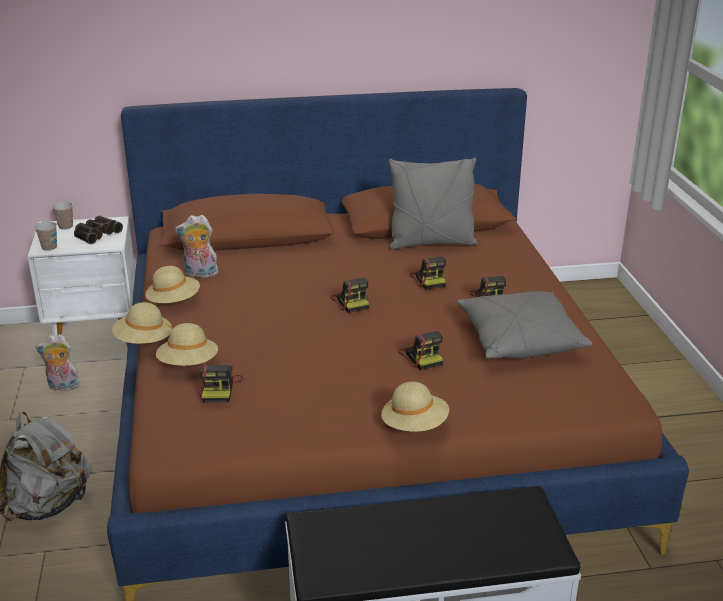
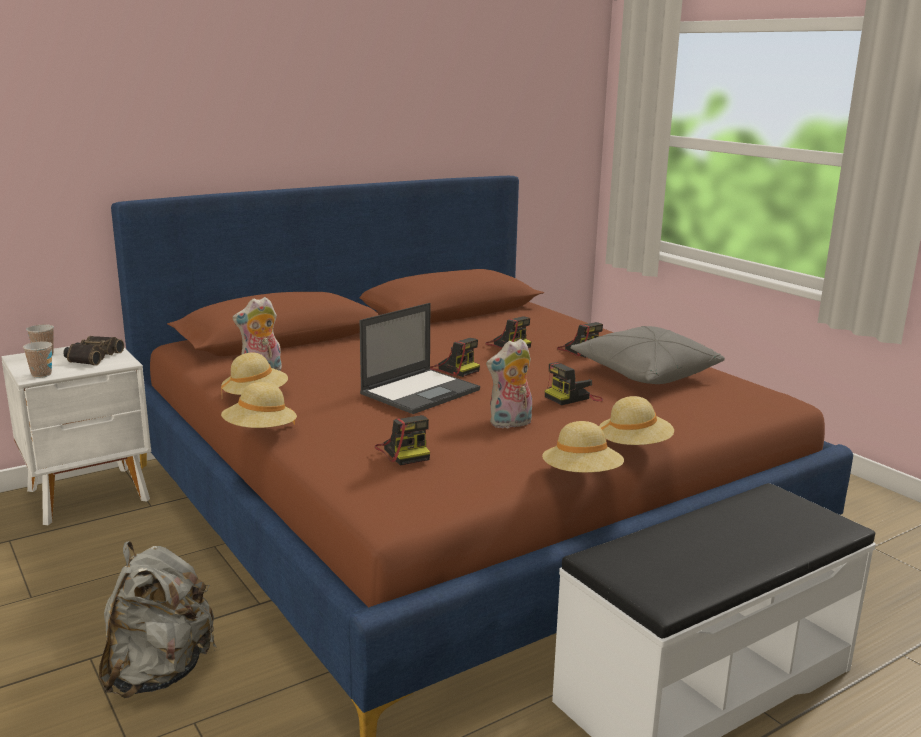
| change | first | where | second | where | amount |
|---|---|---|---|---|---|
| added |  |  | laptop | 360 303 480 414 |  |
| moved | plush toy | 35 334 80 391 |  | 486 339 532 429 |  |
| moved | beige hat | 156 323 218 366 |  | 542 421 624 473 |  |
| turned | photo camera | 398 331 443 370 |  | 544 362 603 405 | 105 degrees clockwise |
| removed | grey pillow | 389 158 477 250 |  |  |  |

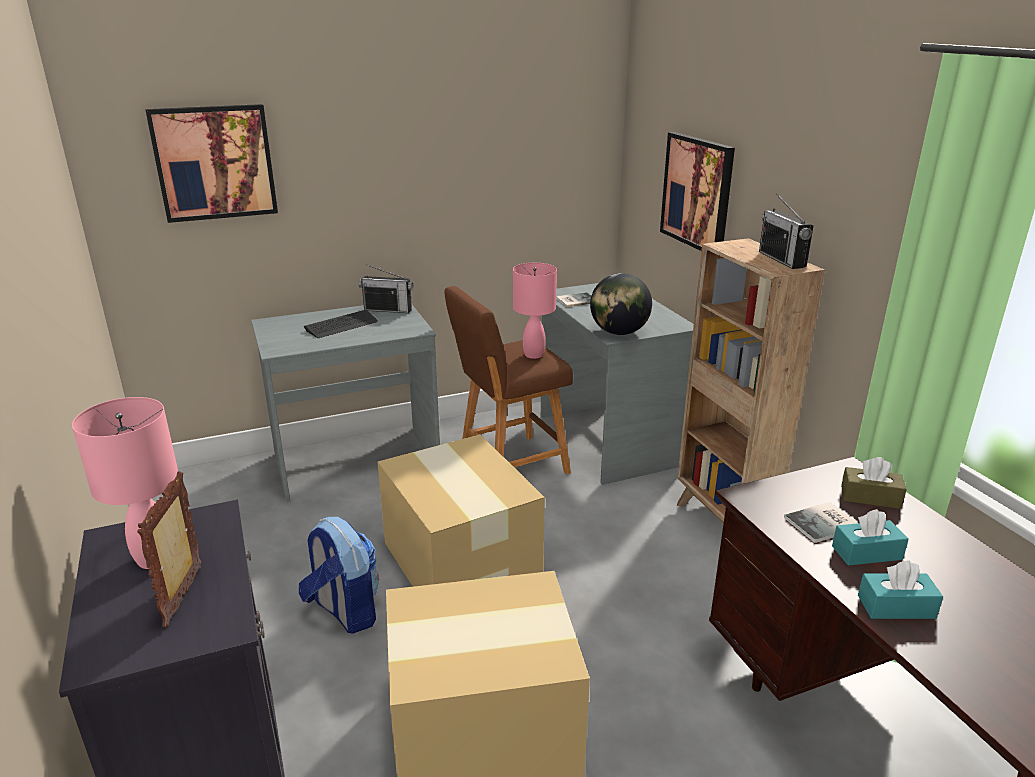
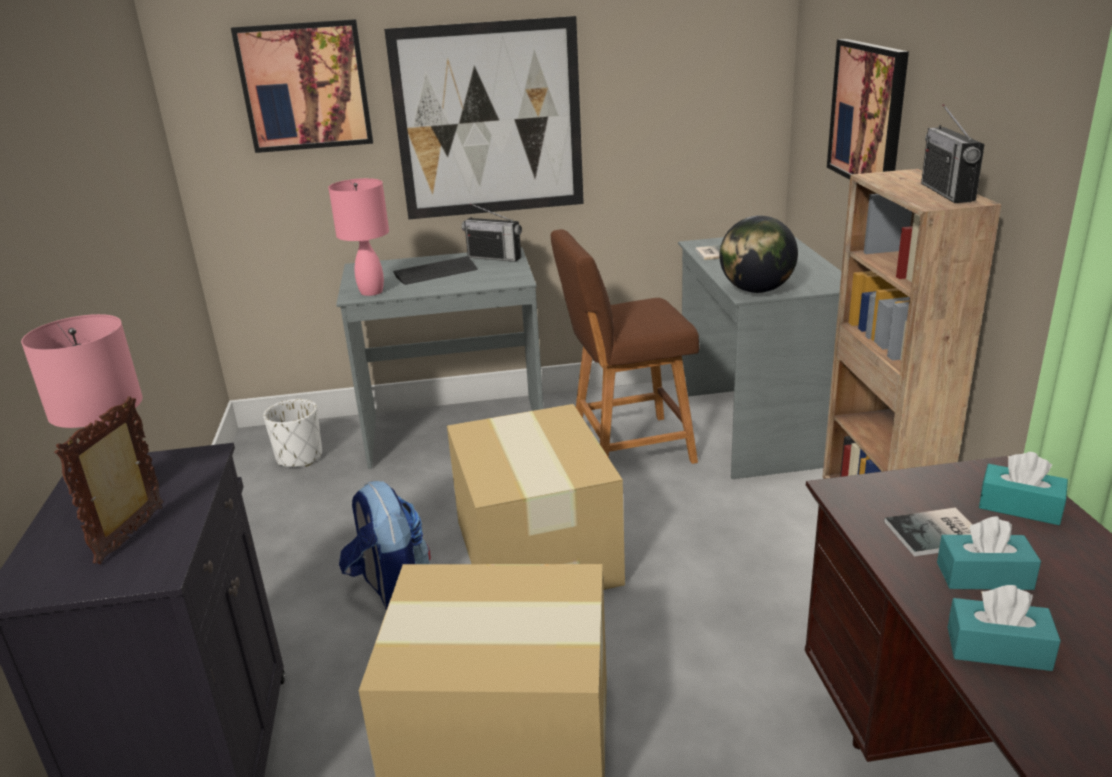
| change | first | where | second | where | amount |
|---|---|---|---|---|---|
| added |  |  | white planter | 263 399 322 467 |  |
| moved | pink table lamp | 513 263 557 359 |  | 328 178 389 296 |  |
| added |  |  | picture | 384 16 584 220 |  |
| recoloured | brown tissue box | 841 457 907 509 | turquoise tissue box | 979 452 1068 525 |  |

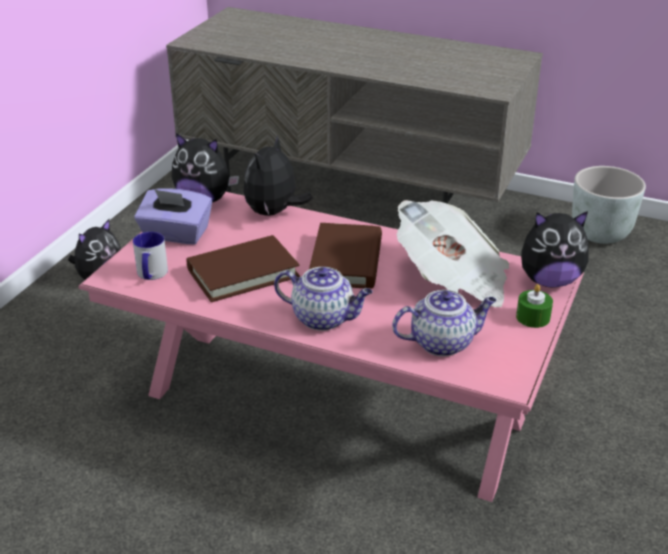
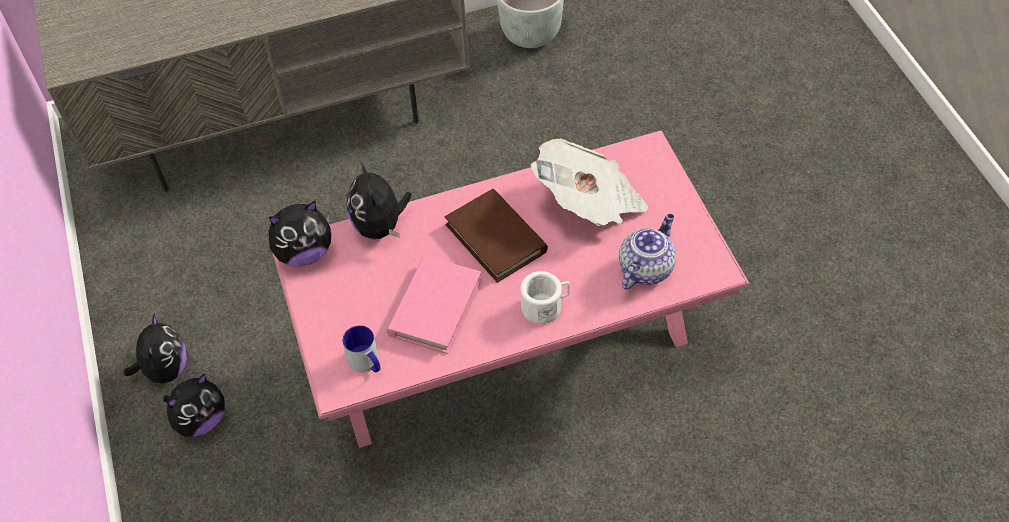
| change | first | where | second | where | amount |
|---|---|---|---|---|---|
| moved | plush toy | 521 211 589 288 |  | 163 374 225 437 |  |
| recoloured | brown book | 187 235 300 302 | pink book | 387 256 482 354 |  |
| replaced | teapot | 274 267 373 331 | white mug | 520 271 570 324 |  |
| removed | purple tissue box | 134 188 212 244 |  |  |  |
| removed | green candle | 516 284 553 328 |  |  |  |

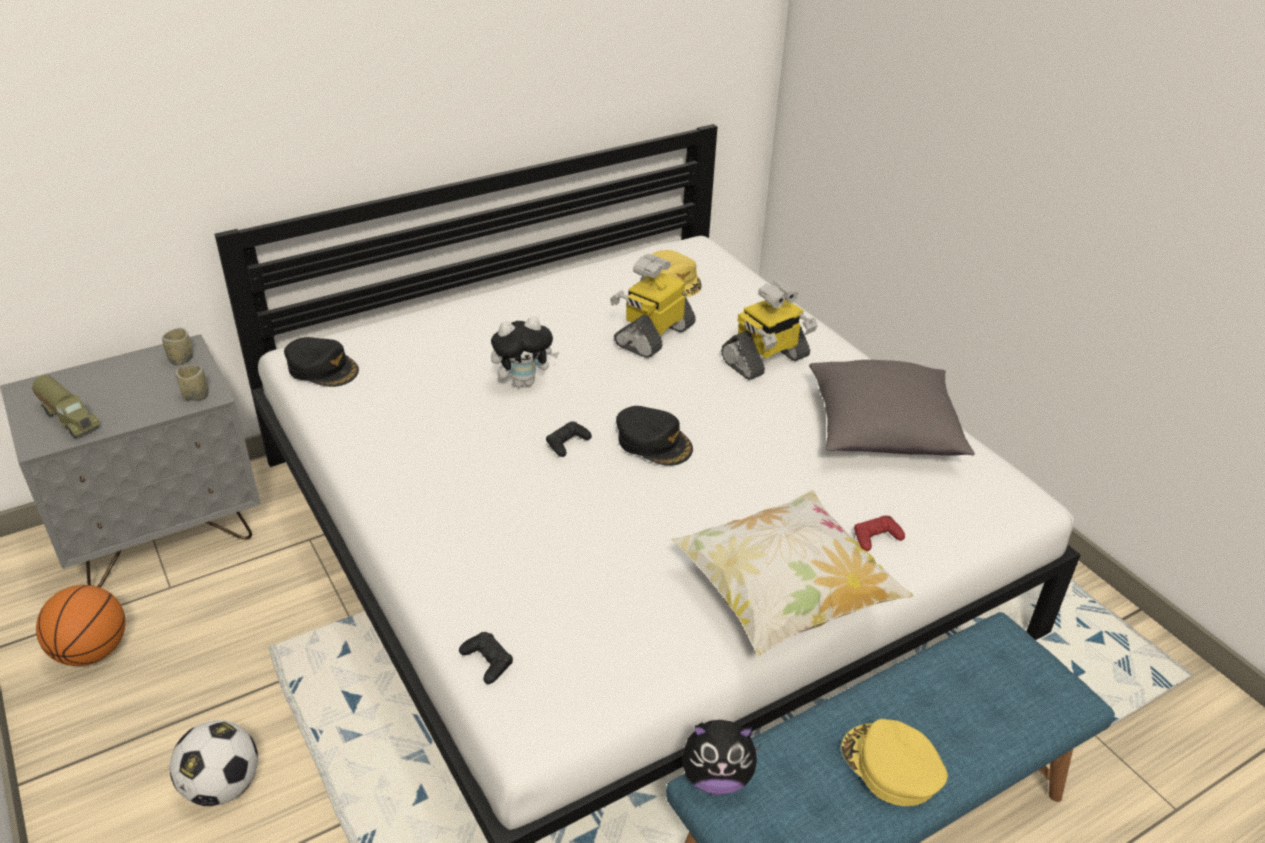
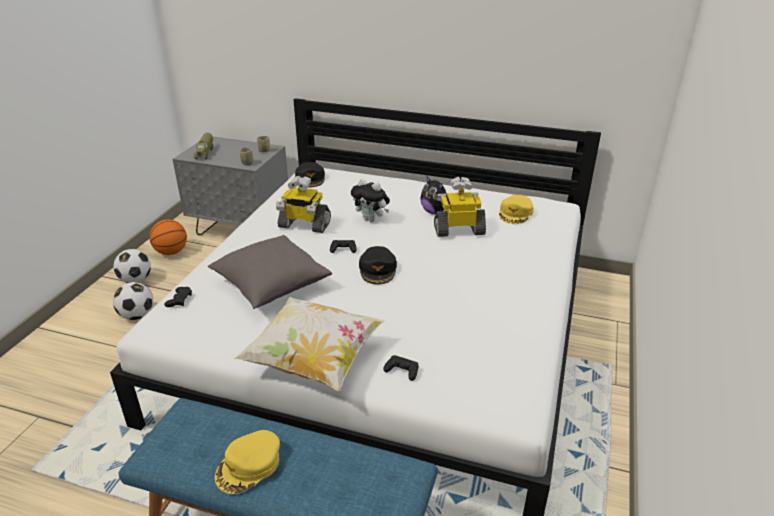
| change | first | where | second | where | amount |
|---|---|---|---|---|---|
| added |  |  | football | 113 249 151 283 |  |
| moved | grey pillow | 809 360 975 456 |  | 208 235 332 309 |  |
| turned | yellow cap | 841 719 948 806 |  | 215 430 280 494 | 150 degrees counterclockwise |
| moved | toy robot | 721 281 817 380 |  | 276 176 331 233 |  |
| recoloured | red game controller | 854 516 905 551 | black game controller | 383 355 419 381 |  |
| moved | plush toy | 682 720 760 795 |  | 420 176 447 214 |  |

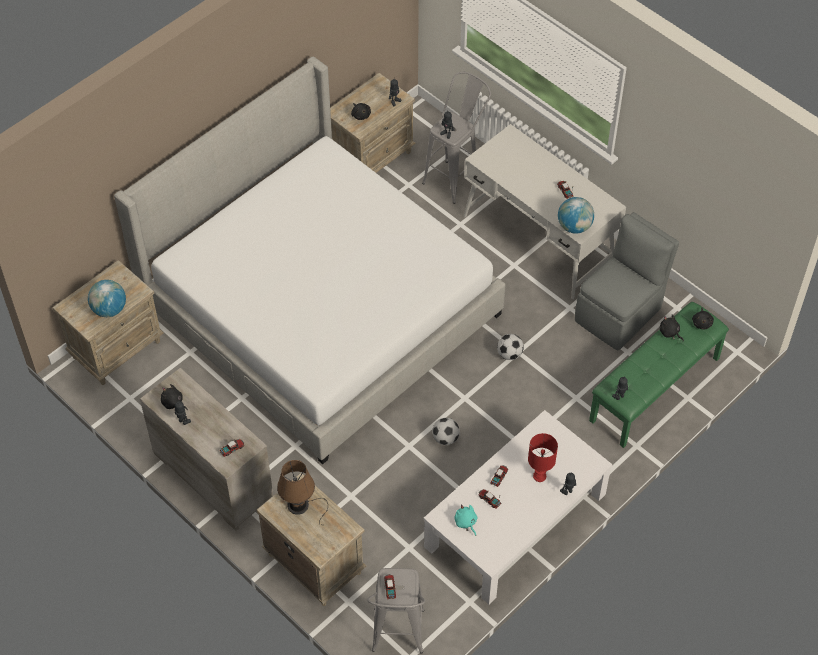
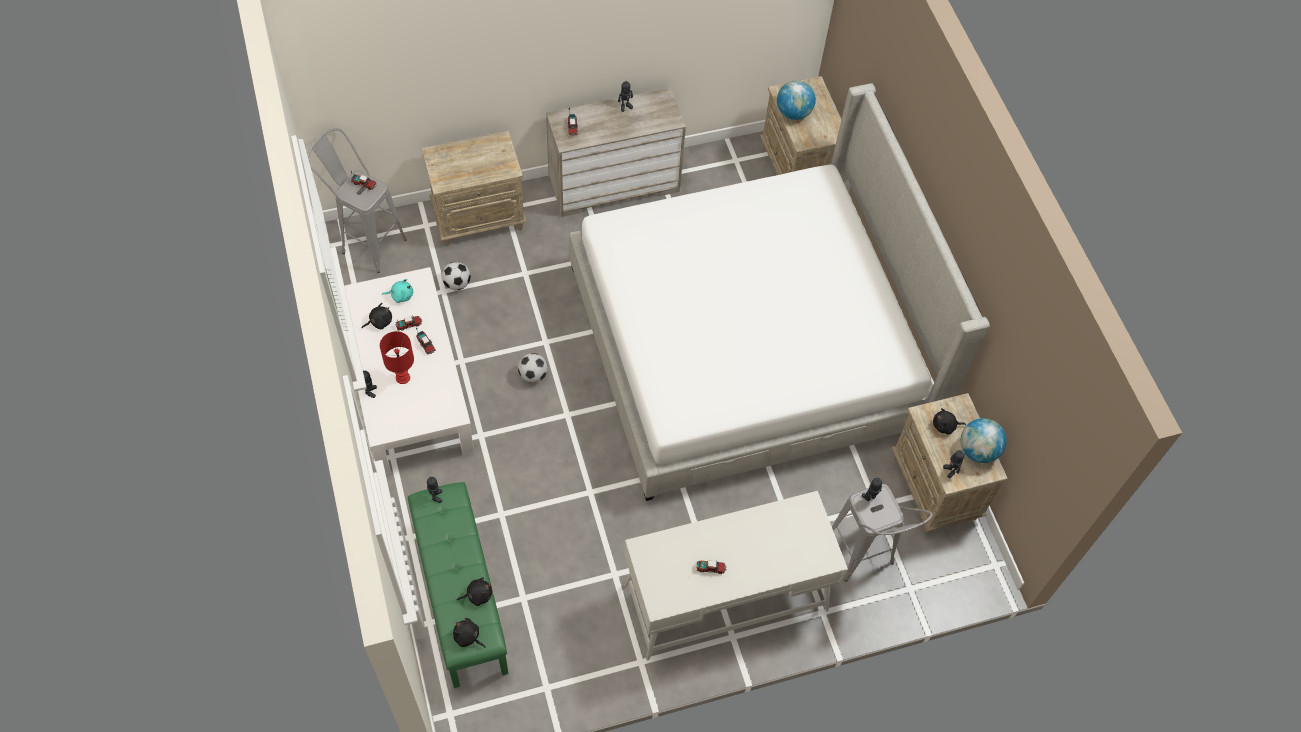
| change | first | where | second | where | amount |
|---|---|---|---|---|---|
| moved | black plush toy | 161 384 188 410 |  | 362 303 392 329 |  |
| moved | football | 497 334 524 360 |  | 442 262 471 290 |  |
| moved | globe | 558 197 594 234 |  | 961 418 1007 463 |  |
| removed | brown table lamp | 277 460 328 525 |  |  |  |
| removed | grey chair | 575 212 679 351 |  |  |  |

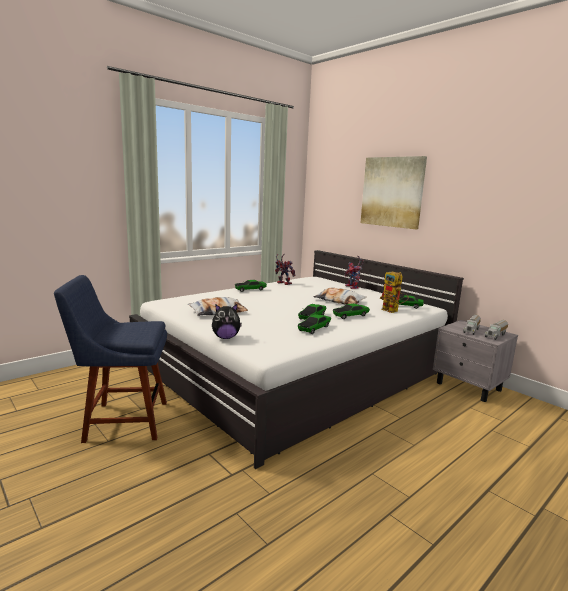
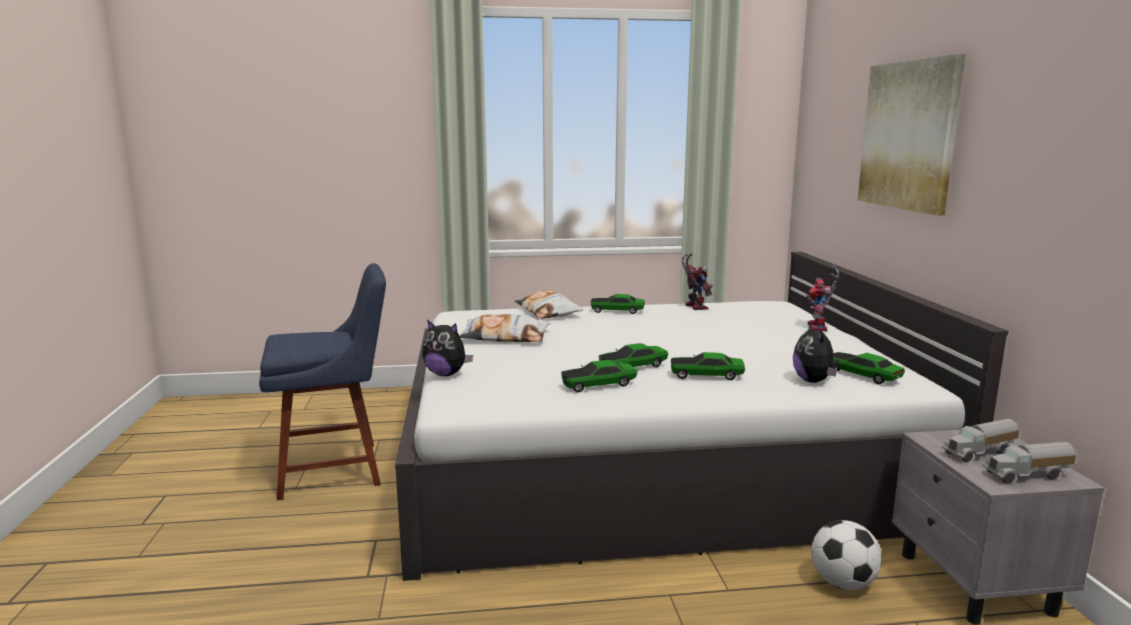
| change | first | where | second | where | amount |
|---|---|---|---|---|---|
| turned | blue chair | 54 275 167 443 |  | 259 263 386 500 | 135 degrees clockwise |
| moved | pillow | 313 288 367 304 |  | 514 290 583 319 |  |
| replaced | toy robot | 380 272 409 313 | plush toy | 793 321 839 383 |  |
| added |  |  | football | 811 520 882 590 |  |

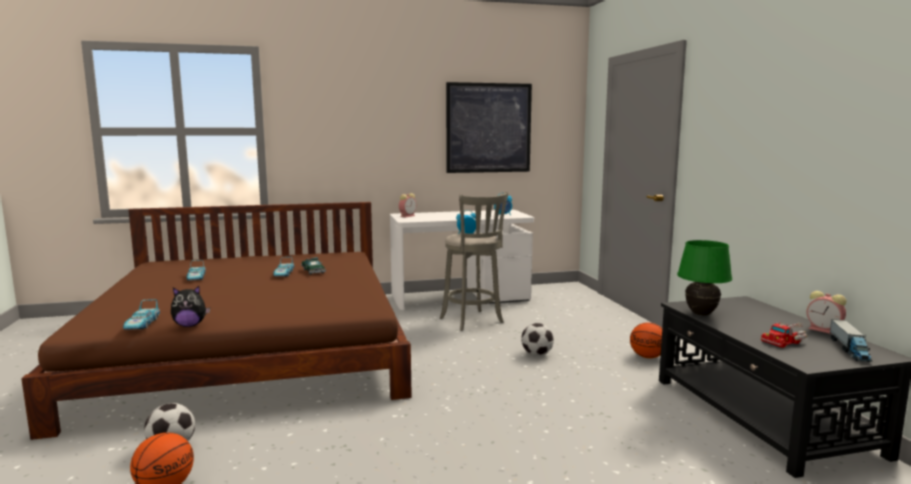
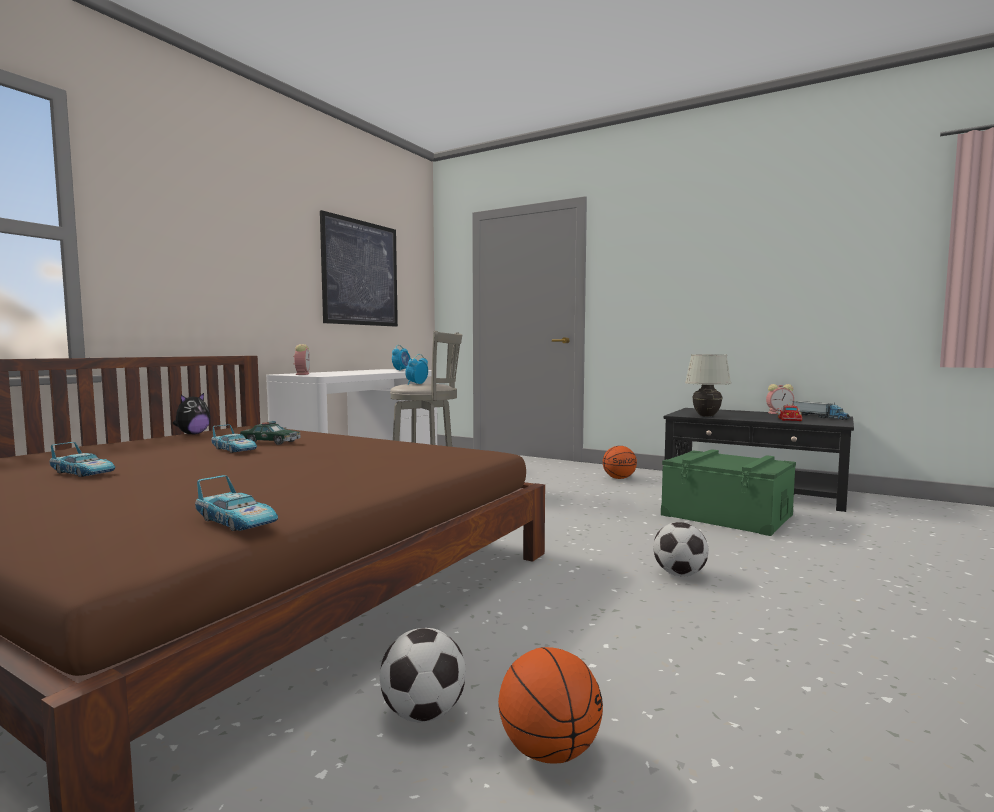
| change | first | where | second | where | amount |
|---|---|---|---|---|---|
| moved | plush toy | 171 286 210 327 |  | 173 393 211 435 |  |
| moved | football | 521 323 554 356 |  | 653 522 709 576 |  |
| added |  |  | green storage box | 661 449 796 536 |  |
| recoloured | green table lamp | 677 240 732 315 | white table lamp | 685 354 731 417 |  |

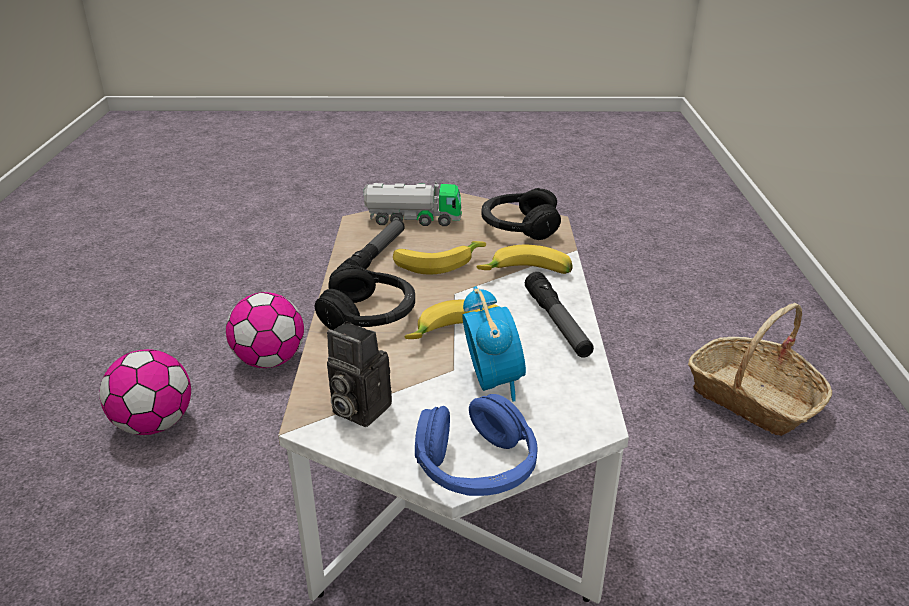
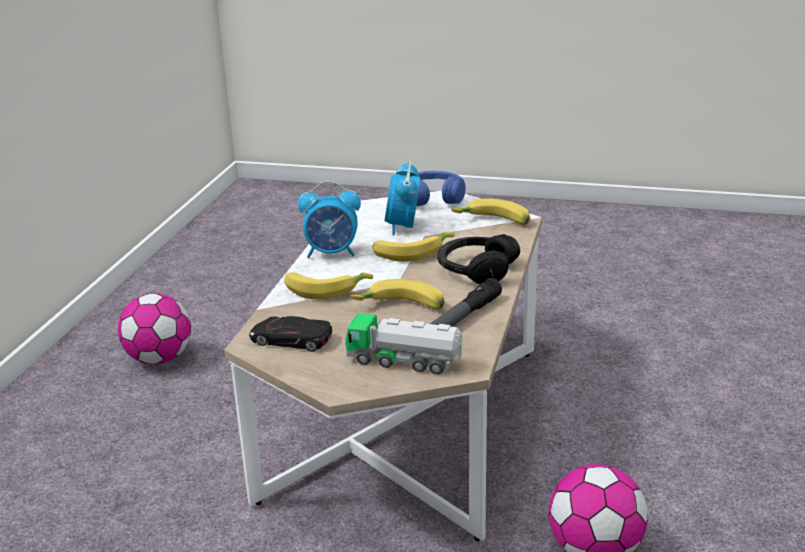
| change | first | where | second | where | amount |
|---|---|---|---|---|---|
| moved | football | 100 349 191 435 |  | 118 293 191 365 |  |
| replaced | black headphones | 481 188 561 240 | black toy car | 249 316 332 352 |  |
| replaced | flashlight | 525 272 594 357 | alarm clock | 298 181 361 258 |  |
| replaced | photo camera | 327 321 392 427 | banana | 451 198 530 225 |  |
| removed | basket | 688 303 832 436 |  |  |  |

